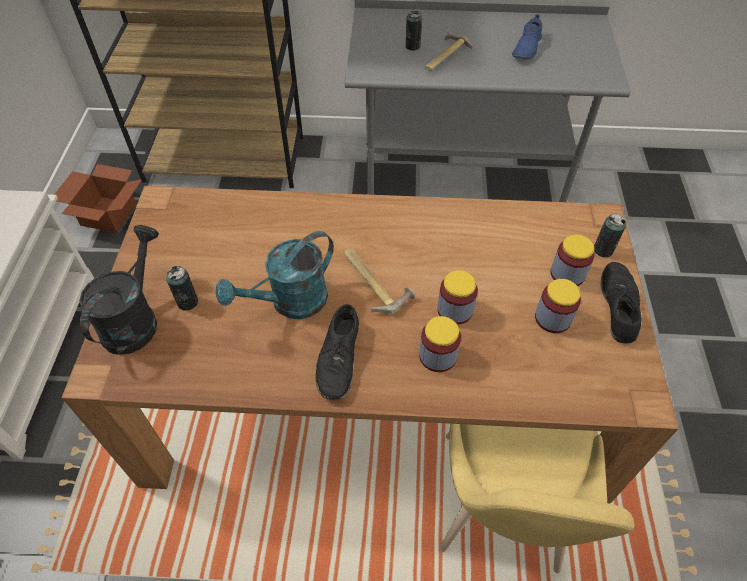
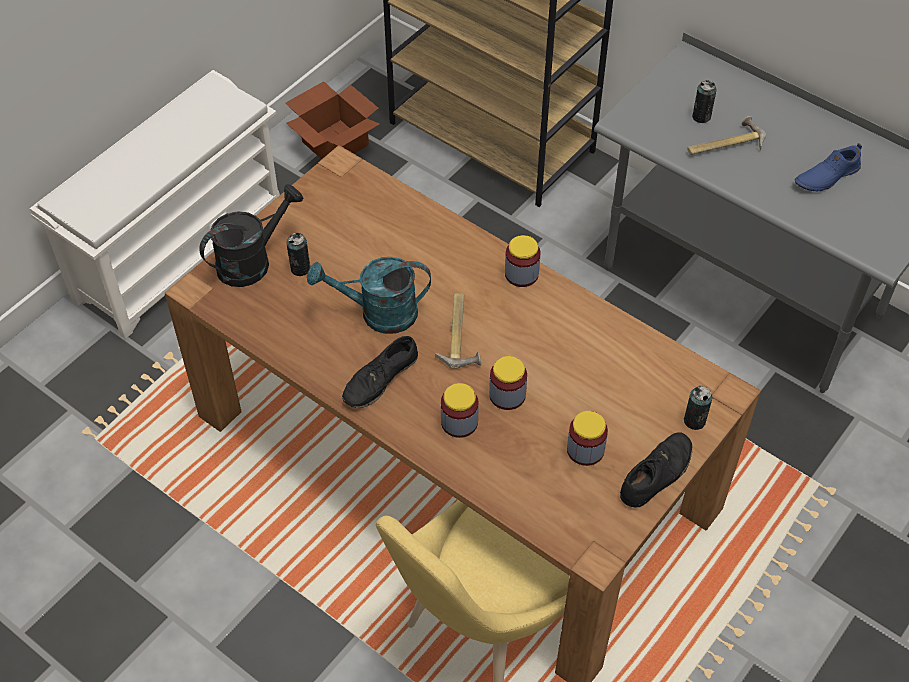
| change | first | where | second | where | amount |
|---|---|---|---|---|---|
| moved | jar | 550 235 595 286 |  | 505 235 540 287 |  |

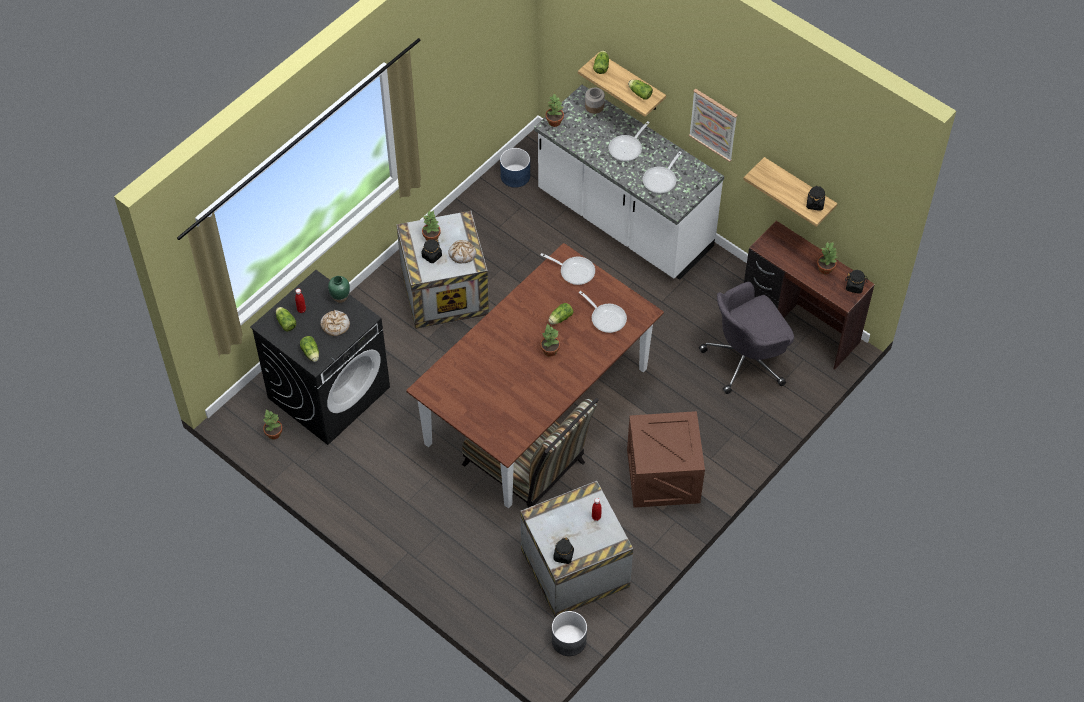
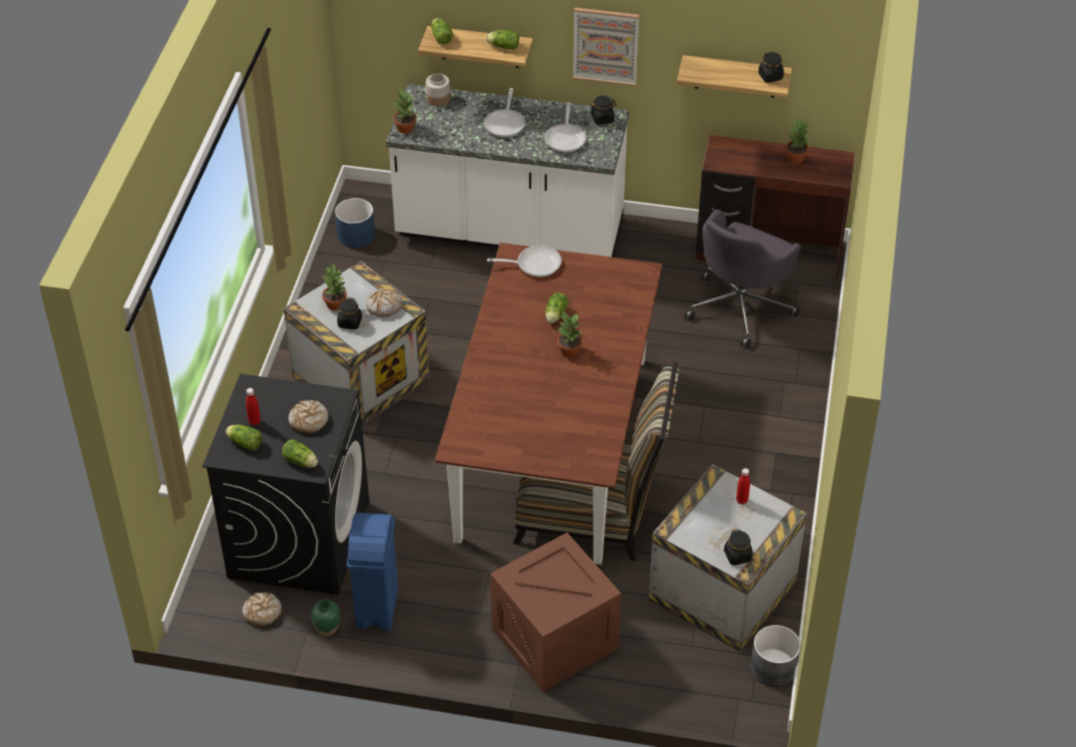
| change | first | where | second | where | amount |
|---|---|---|---|---|---|
| replaced | potted plant | 263 410 283 440 | bread | 242 592 282 626 |  |
| moved | green vase | 328 276 350 303 |  | 311 599 340 636 |  |
| added |  |  | blue trash can | 347 513 398 631 |  |
| moved | crate | 627 411 705 508 |  | 490 533 621 692 |  |
| moved | black jar | 845 270 868 294 |  | 590 95 616 125 |  |
| removed | frying pan | 579 291 627 333 |  |  |  |

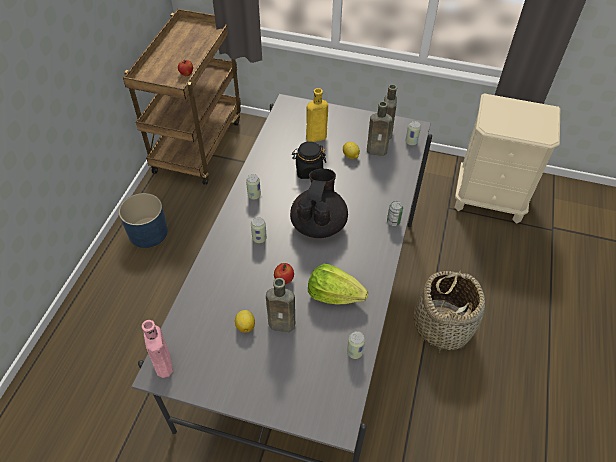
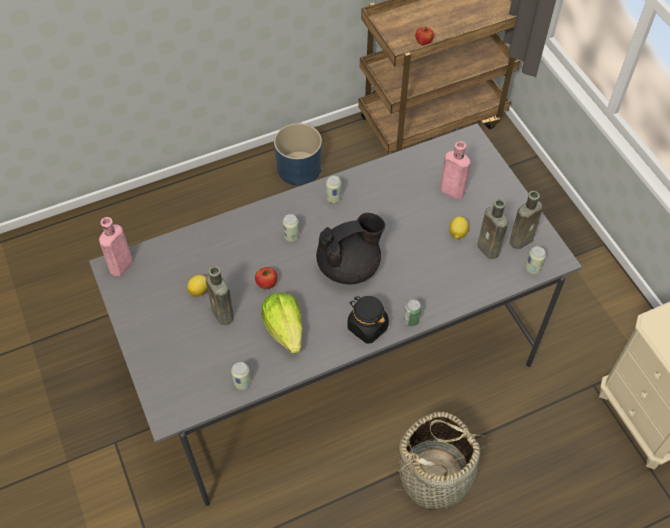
| change | first | where | second | where | amount |
|---|---|---|---|---|---|
| moved | black jar | 292 141 326 179 |  | 347 296 389 343 |  |
| recoloured | yellow bottle | 306 88 328 142 | pink bottle | 440 141 471 199 |  |

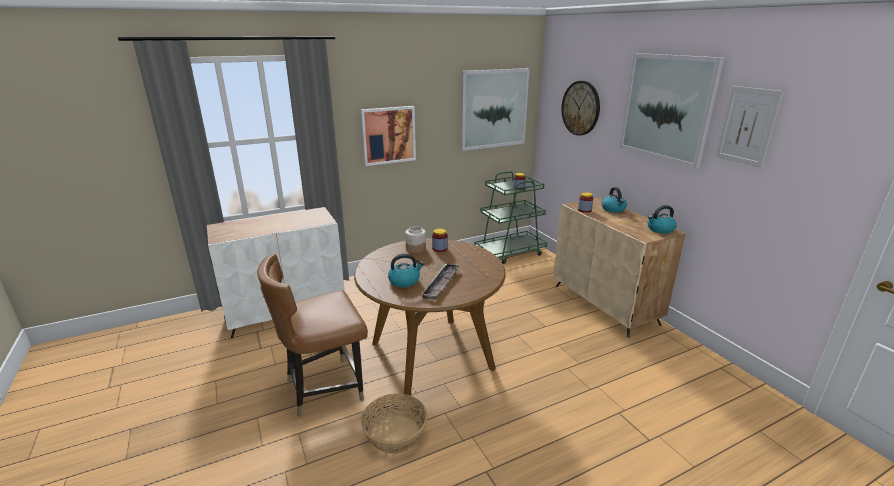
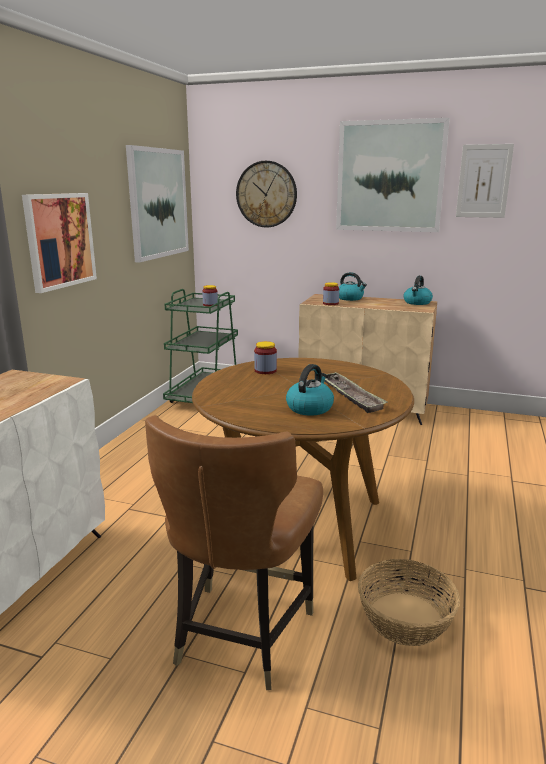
| change | first | where | second | where | amount |
|---|---|---|---|---|---|
| removed | jar | 405 226 426 253 |  |  |  |

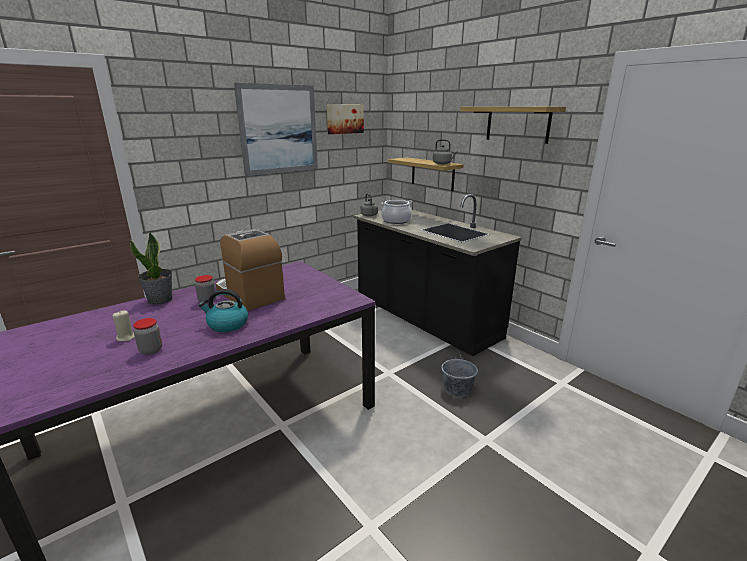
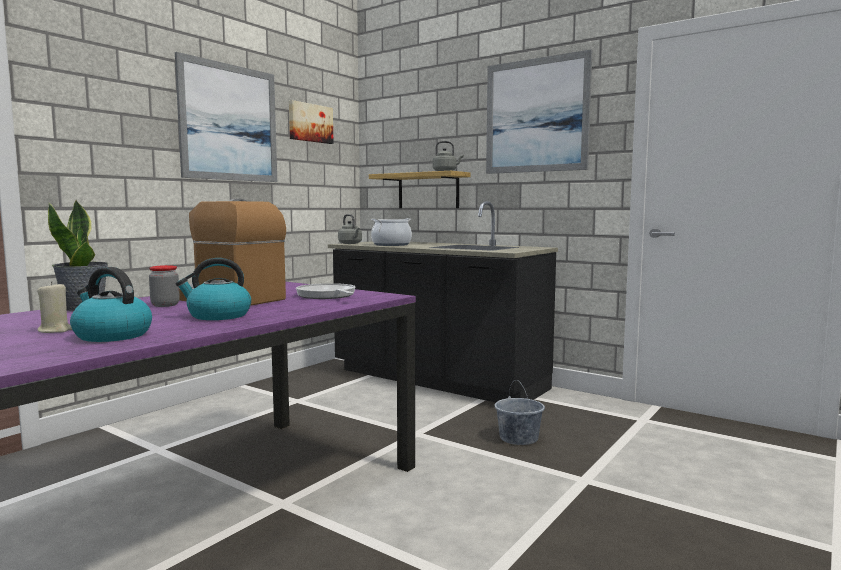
| change | first | where | second | where | amount |
|---|---|---|---|---|---|
| replaced | jar | 133 318 162 355 | kettle | 70 267 152 342 |  |
| added |  |  | frying pan | 296 283 356 299 |  |
| replaced | shelf | 460 107 566 144 | picture | 486 49 593 174 |  |

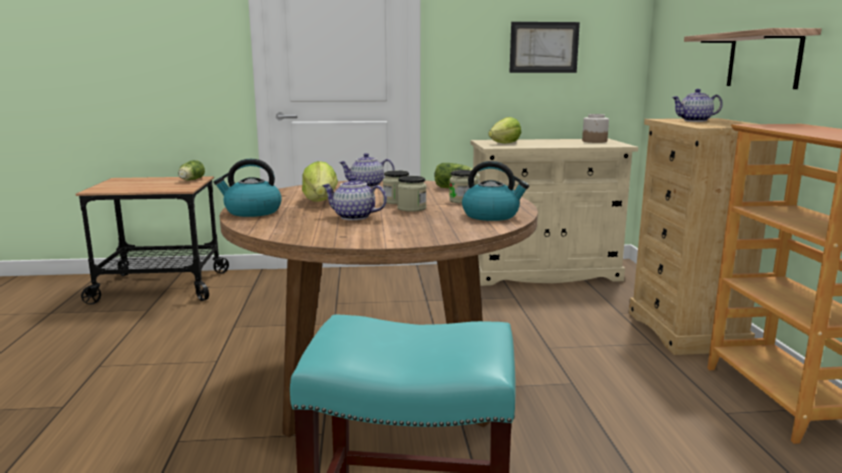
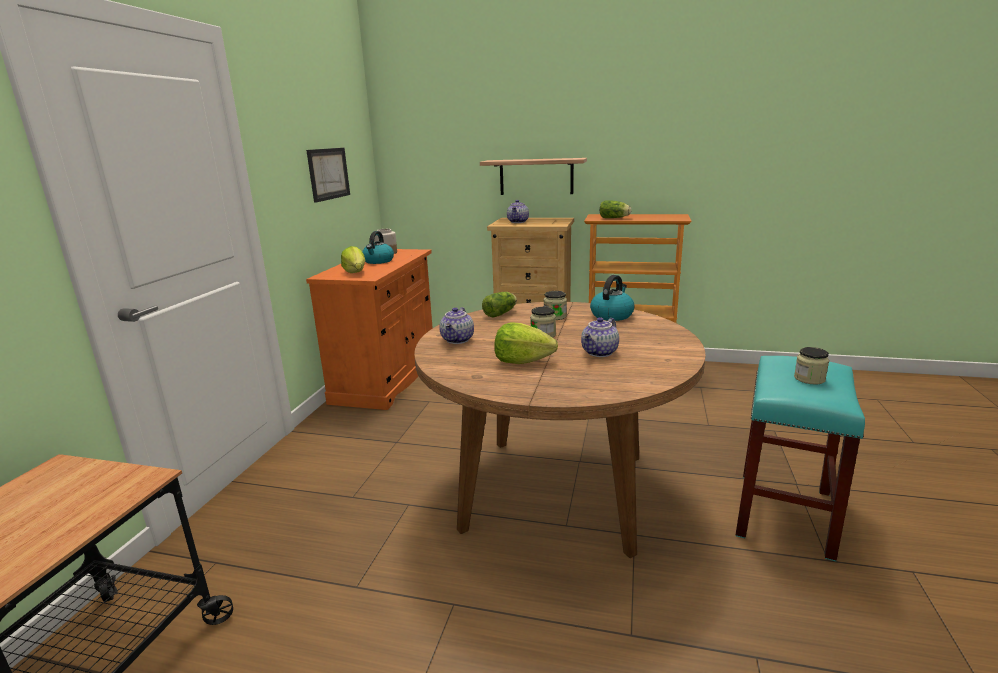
| change | first | where | second | where | amount |
|---|---|---|---|---|---|
| recoloured | beige cabinet | 471 139 638 286 | orange cabinet | 306 249 433 410 |  |
| moved | kettle | 214 159 282 217 |  | 362 231 394 264 |  |
| moved | lettuce | 178 160 205 181 |  | 600 200 631 218 |  |
| moved | jar | 397 176 426 212 |  | 794 347 829 384 |  |

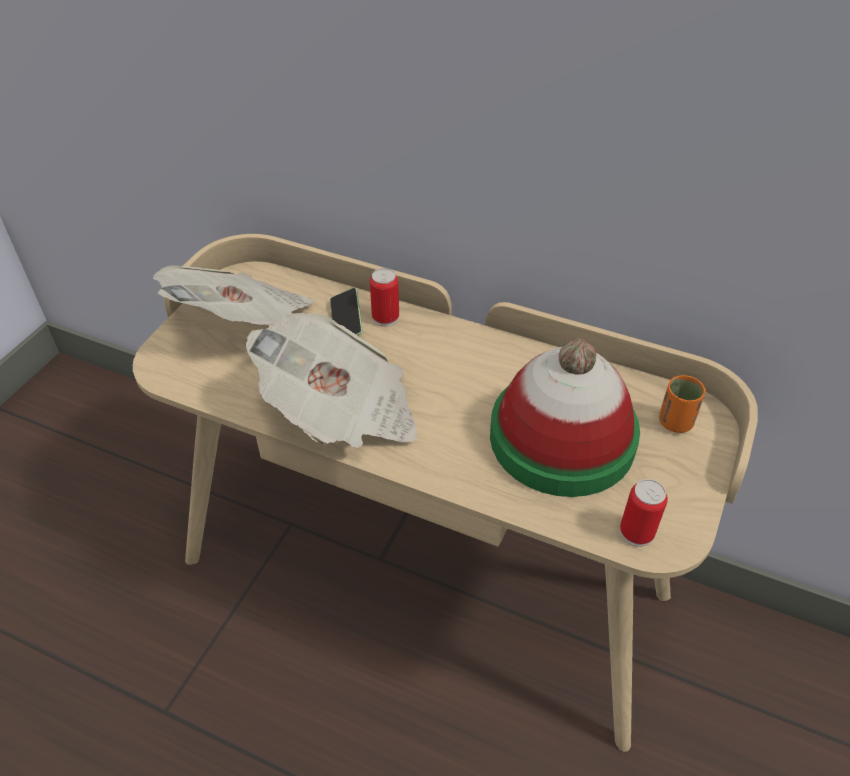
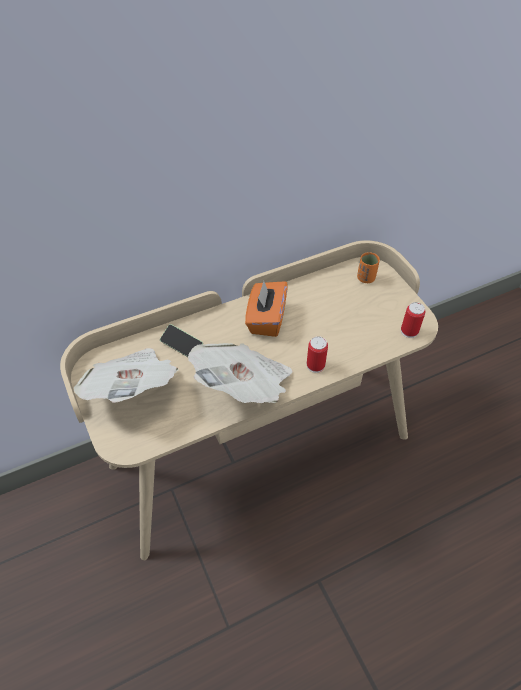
| change | first | where | second | where | amount |
|---|---|---|---|---|---|
| added |  |  | orange tissue box | 245 281 288 337 |  |
| moved | can | 370 268 399 327 |  | 307 336 328 373 |  |
| removed | hat | 490 338 640 497 |  |  |  |

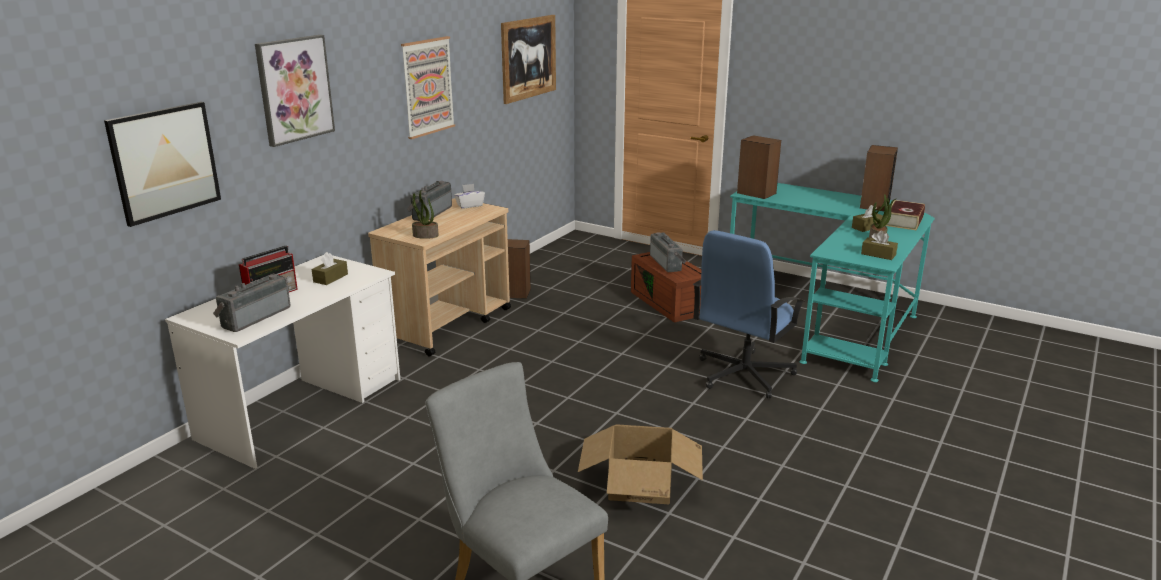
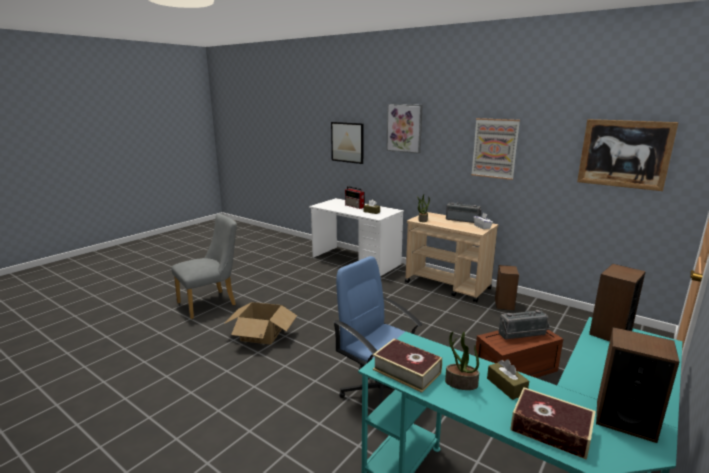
| change | first | where | second | where | amount |
|---|---|---|---|---|---|
| replaced | brown tissue box | 861 230 898 260 | book | 373 339 442 393 |  |
| removed | radio | 213 274 291 332 |  |  |  |

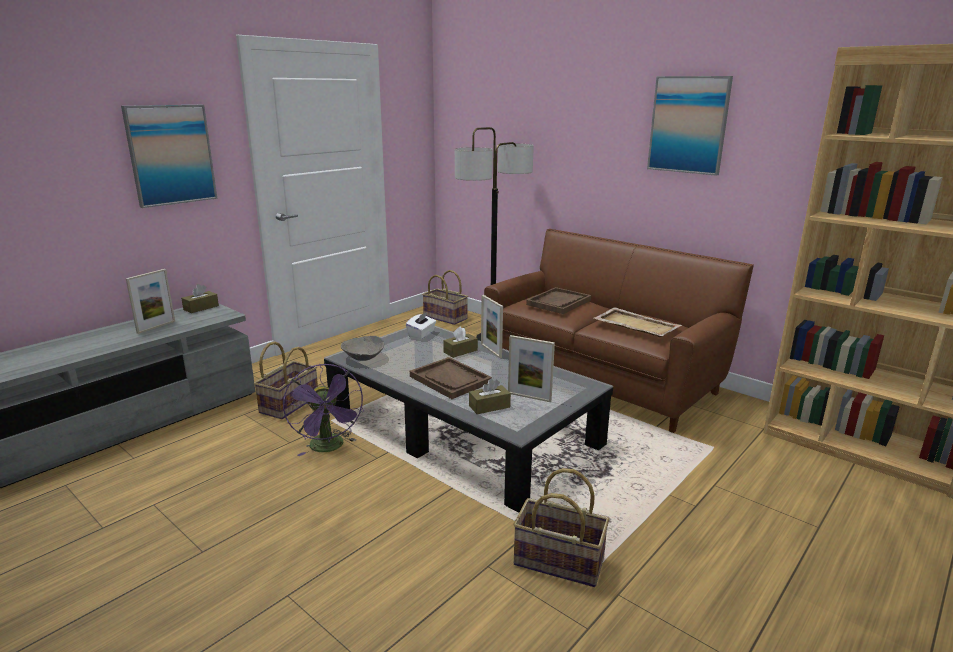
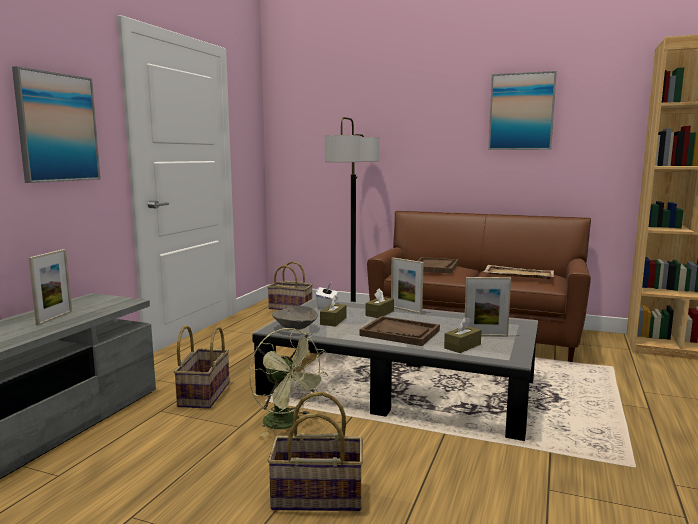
| change | first | where | second | where | amount |
|---|---|---|---|---|---|
| recoloured | purple fan | 283 364 364 456 | green fan | 249 328 328 437 |  |
| moved | basket | 513 468 609 587 |  | 267 392 363 511 |  |
| moved | brown tissue box | 181 284 219 313 |  | 320 295 347 326 |  |

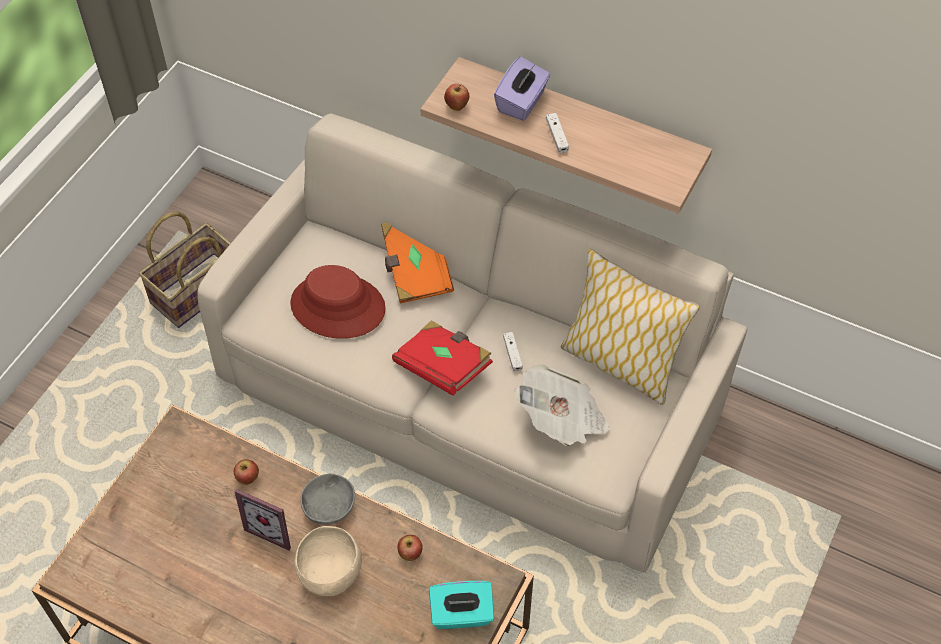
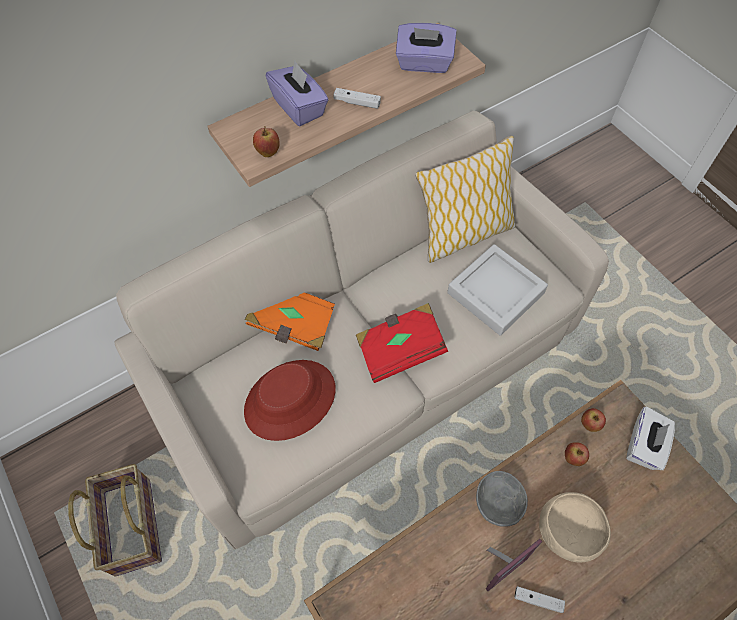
| change | first | where | second | where | amount |
|---|---|---|---|---|---|
| added |  |  | purple tissue box | 396 23 457 73 |  |
| replaced | newspaper | 515 364 610 446 | grey tray | 447 244 548 336 |  |
| moved | white game controller | 503 332 523 371 |  | 514 586 565 613 |  |
| moved | apple | 234 459 259 485 |  | 581 408 606 432 |  |
| recoloured | turquoise tissue box | 429 581 494 629 | white tissue box | 626 406 675 470 |  |

